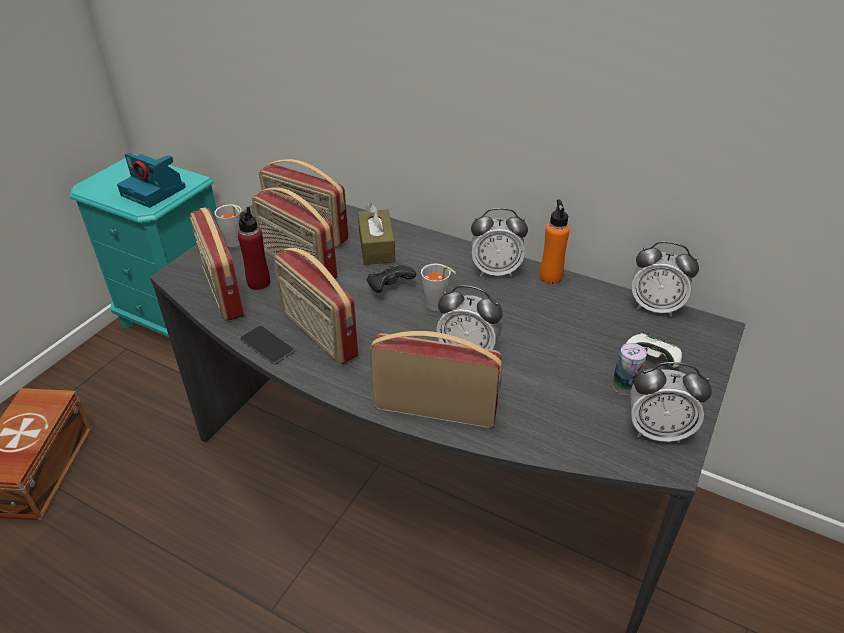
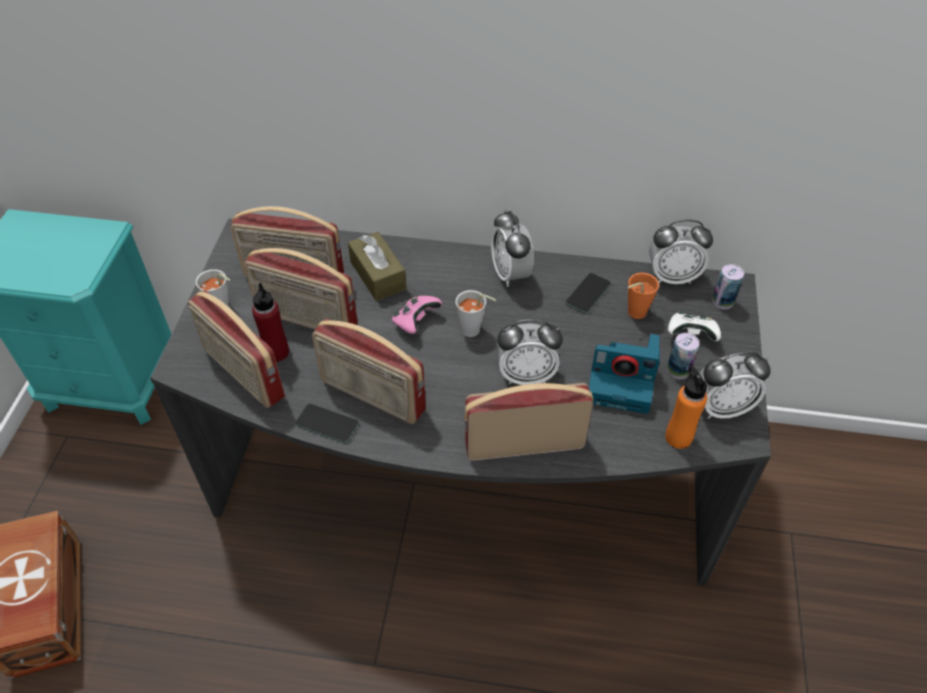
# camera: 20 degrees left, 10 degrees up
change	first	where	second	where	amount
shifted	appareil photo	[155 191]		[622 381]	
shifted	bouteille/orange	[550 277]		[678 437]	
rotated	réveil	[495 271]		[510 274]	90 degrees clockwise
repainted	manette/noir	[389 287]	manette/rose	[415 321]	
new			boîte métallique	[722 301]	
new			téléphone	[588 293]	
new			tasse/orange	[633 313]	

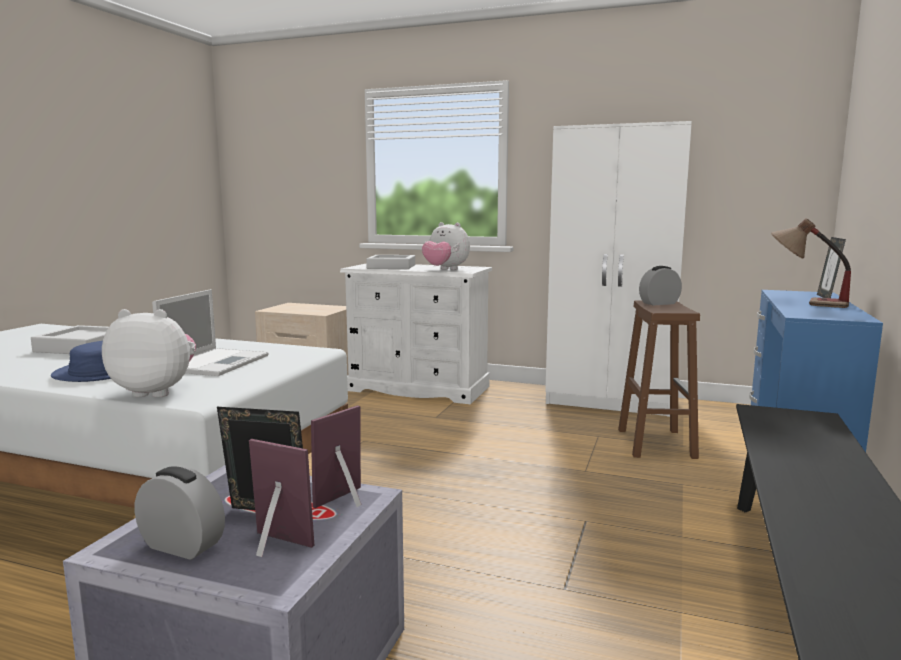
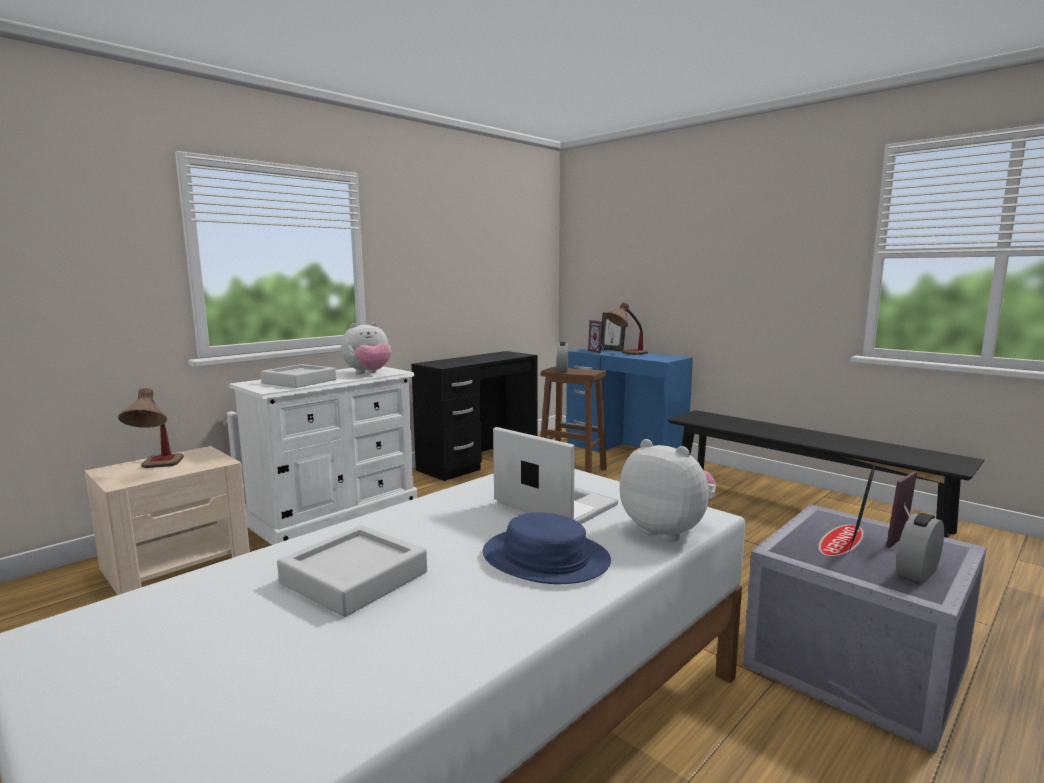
# camera: 65 degrees left, 0 degrees up
change	first	where	second	where	amount
swapped	armoire/blanc	[611 401]	bureau/noir	[479 461]	
rotated	peluche	[156 392]		[667 530]	105 degrees clockwise
shifted	cadre photo	[347 501]		[598 351]	
new			lampe de table	[157 468]	

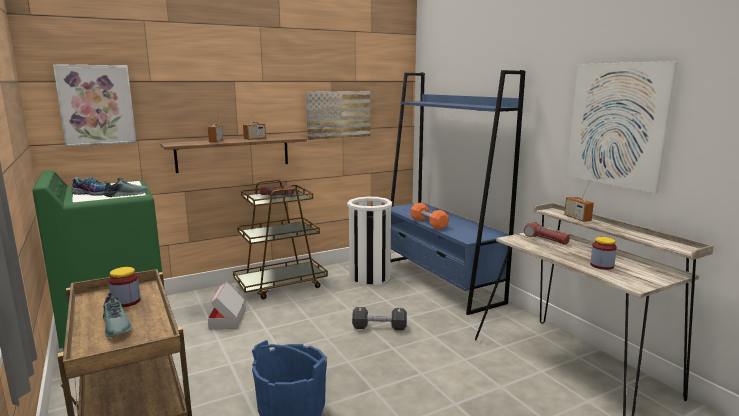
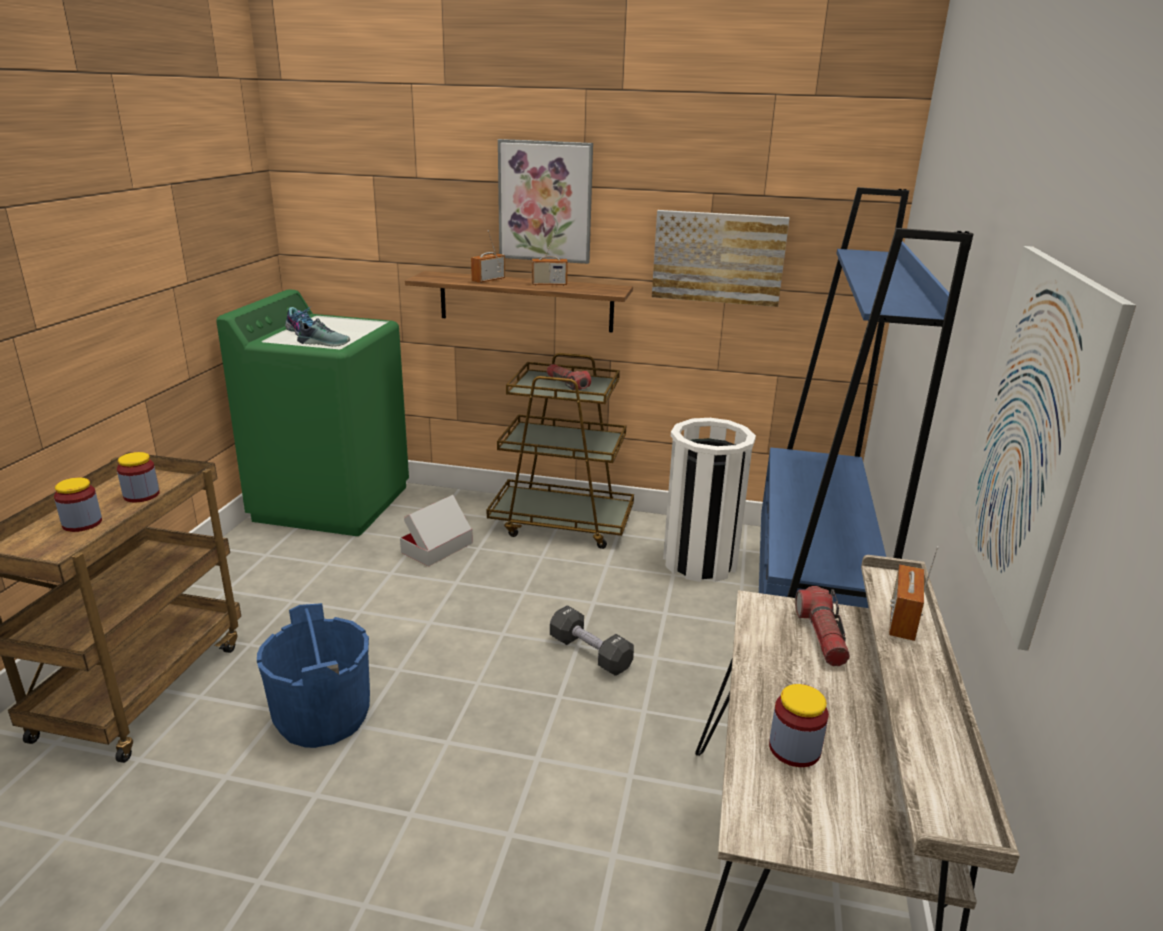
# camera: 40 degrees right, 10 degrees up
change	first	where	second	where	amount
shifted	tableau	[96 105]		[545 201]	
gone	haltère/orange	[428 223]			
swapped	chaussure	[117 326]	bocal	[82 523]	

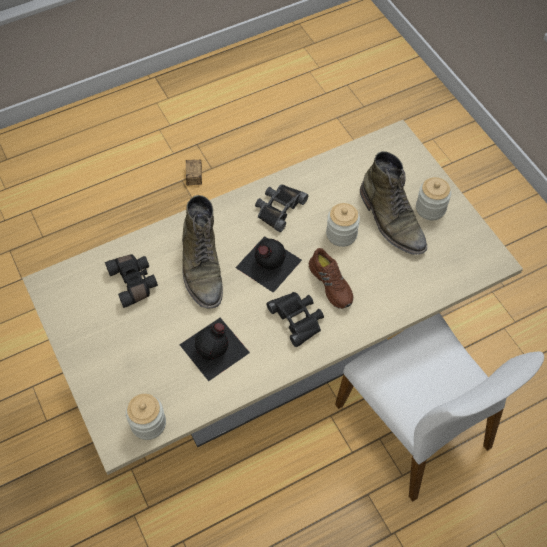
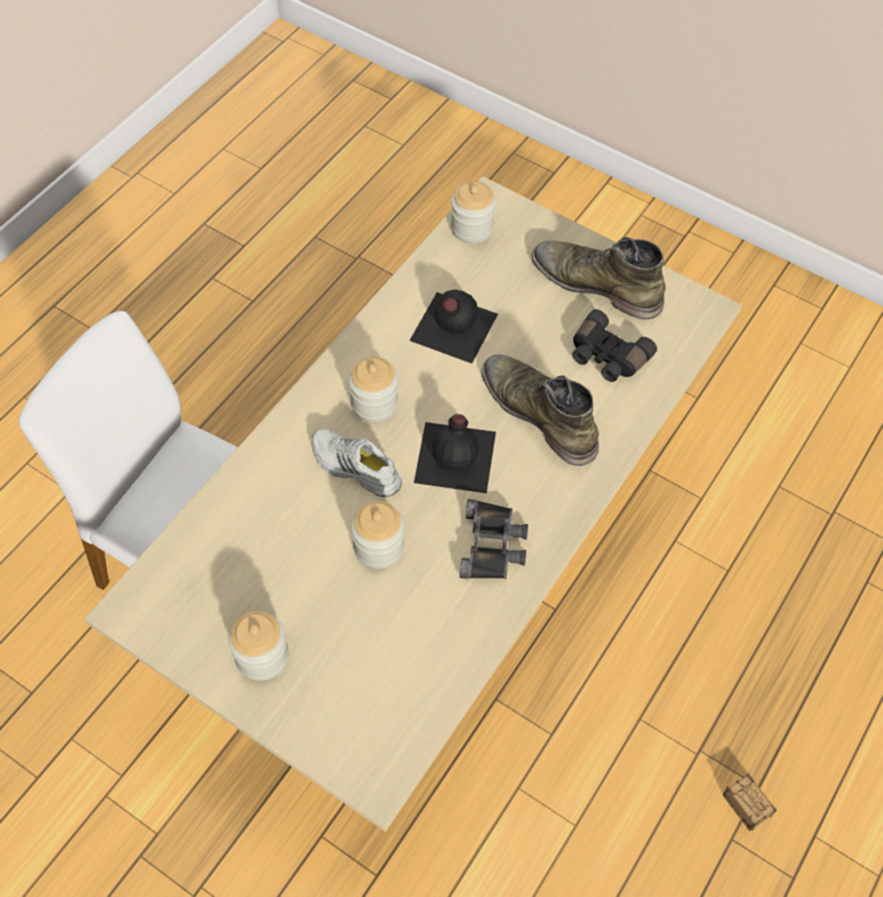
# camera: 150 degrees right, 0 degrees up
change	first	where	second	where	amount
shifted	botte/vert	[391 220]		[596 284]	
repainted	chaussure/marron	[331 283]	chaussure/blanc	[354 468]	
swapped	jumelles/noir	[297 318]	bocal	[374 403]	

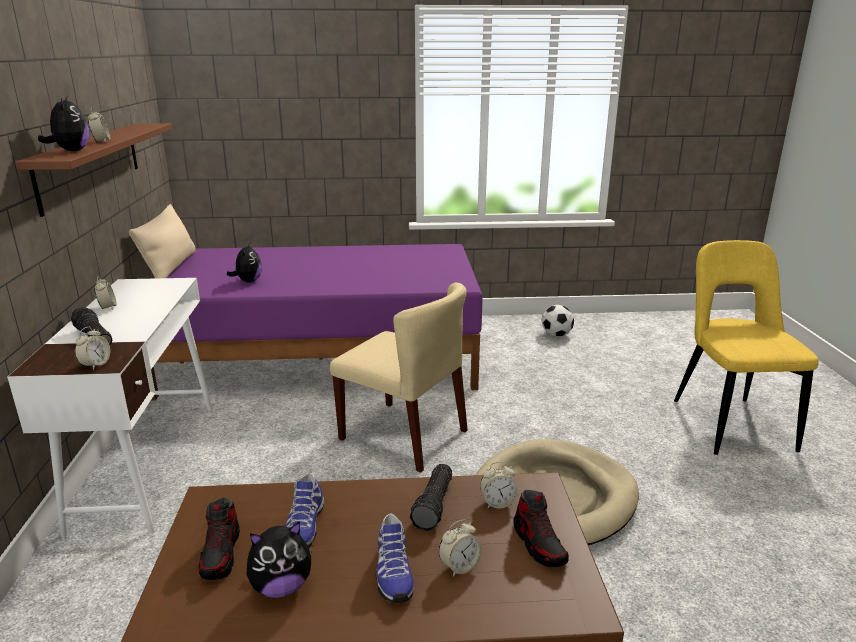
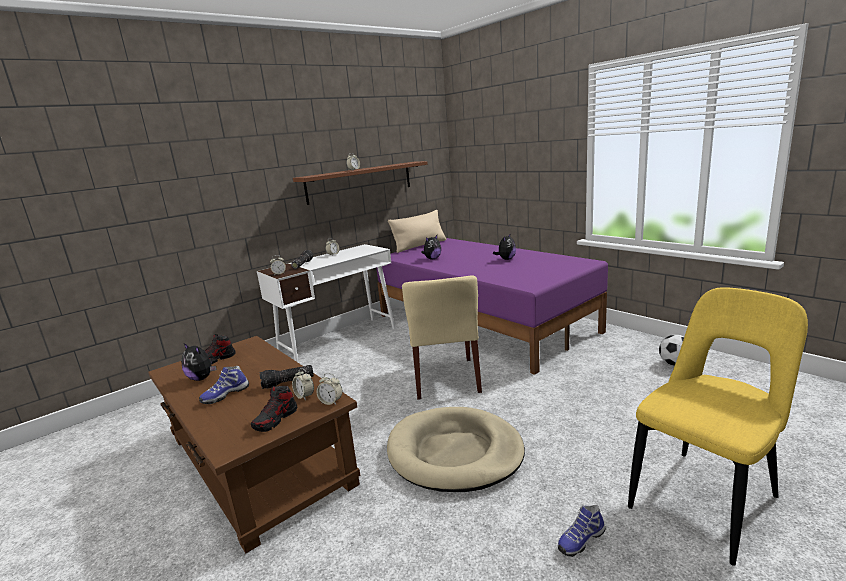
# camera: 55 degrees right, 5 degrees down
change	first	where	second	where	amount
shifted	peluche	[71 151]		[506 259]	
shifted	chaussure	[304 526]		[580 540]	
shifted	réveil	[459 566]		[331 402]	

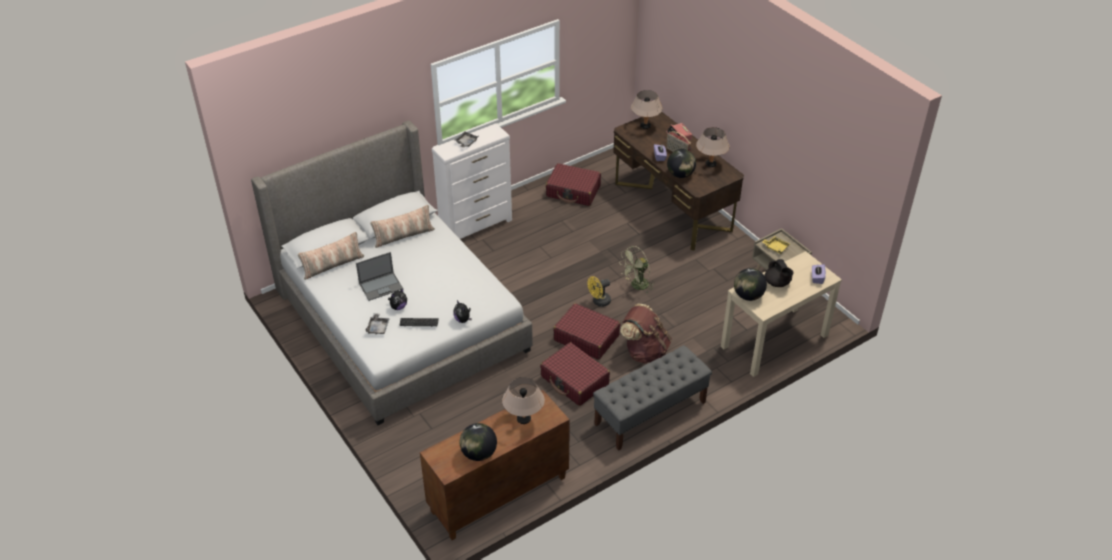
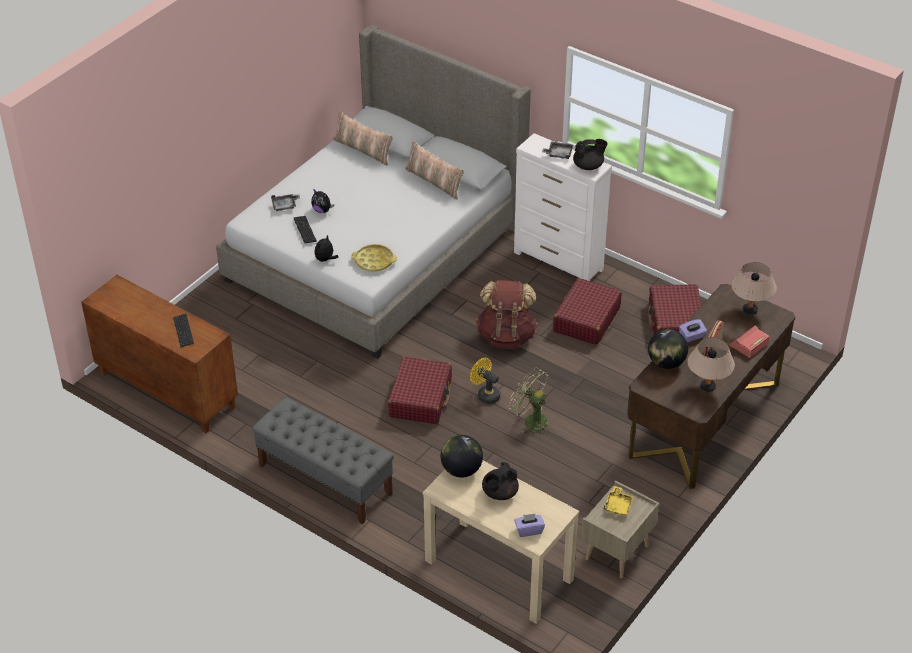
# camera: 70 degrees right, 0 degrees up
change	first	where	second	where	amount
gone	ordinateur portable	[381 286]			
shifted	sac à dos/marron	[644 351]		[506 336]	
shifted	valise/rouge	[574 381]		[586 319]	
swapped	lampe de table/beige	[524 419]	clavier	[183 331]	
gone	globe	[479 453]			
new			théière/noir	[588 166]	
new			plateau/jaune	[374 261]	

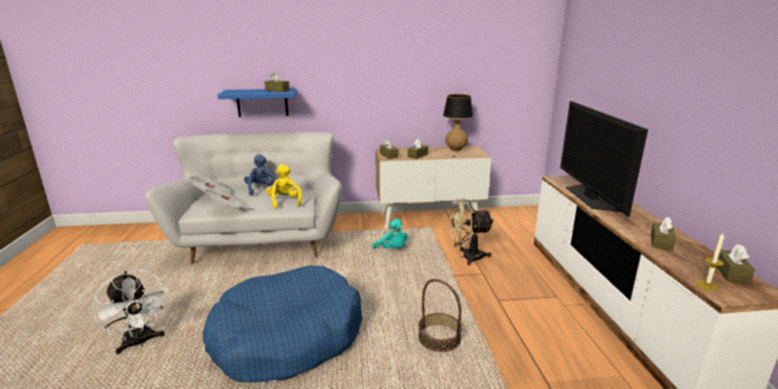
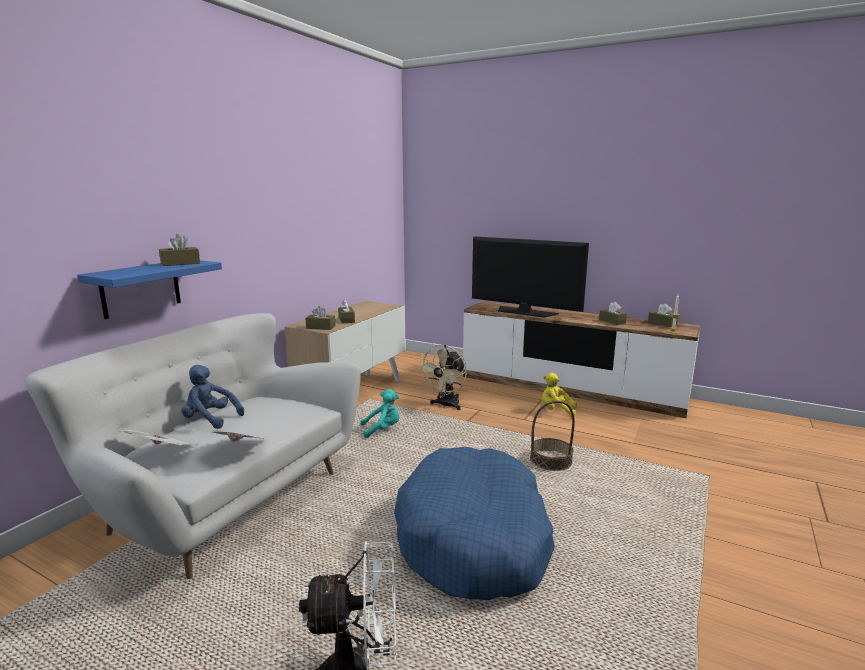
# camera: 55 degrees left, 5 degrees down
change	first	where	second	where	amount
gone	lampe de table	[452 150]			
shifted	peluche/jaune	[285 202]		[556 411]	

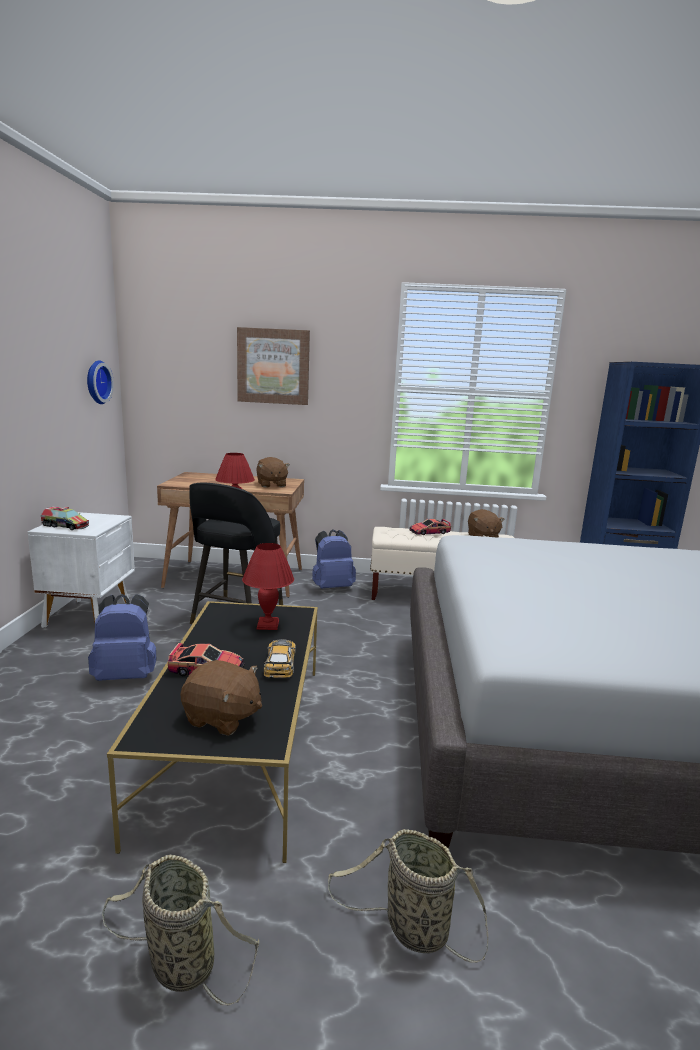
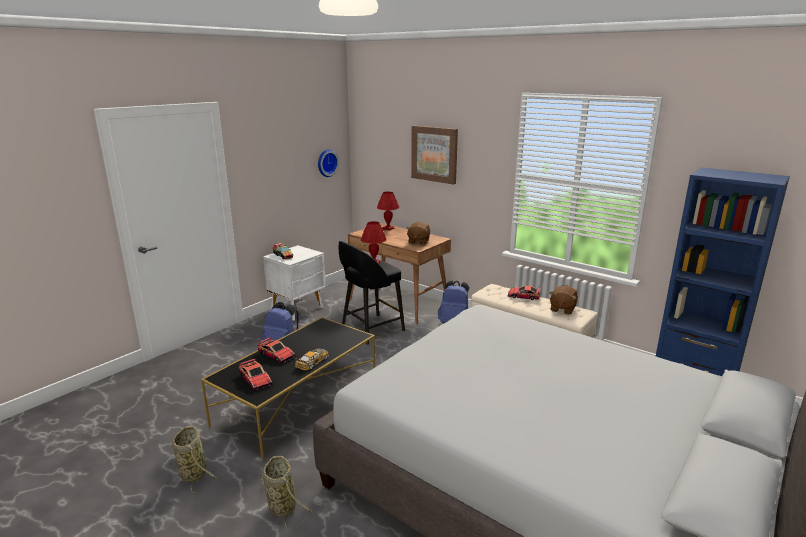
# camera: 35 degrees right, 5 degrees up
change	first	where	second	where	amount
shifted	lampe de table/rouge	[268 625]		[388 228]	
swapped	peluche/marron	[222 718]	petite voiture	[255 379]	

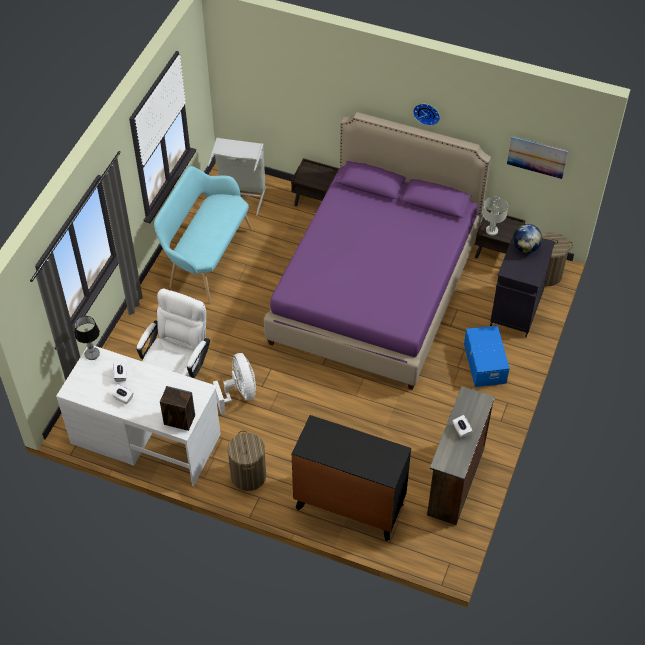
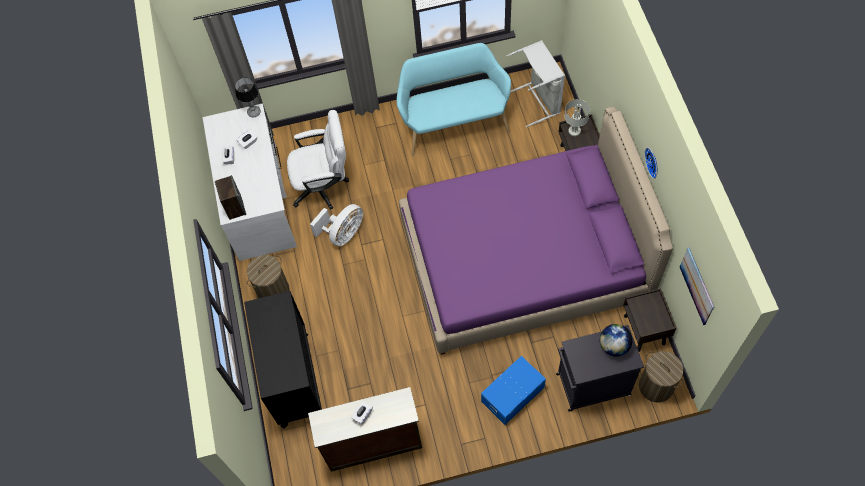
# camera: 60 degrees right, 10 degrees up
change	first	where	second	where	amount
shifted	lampe de table/gris	[491 231]		[574 131]	

